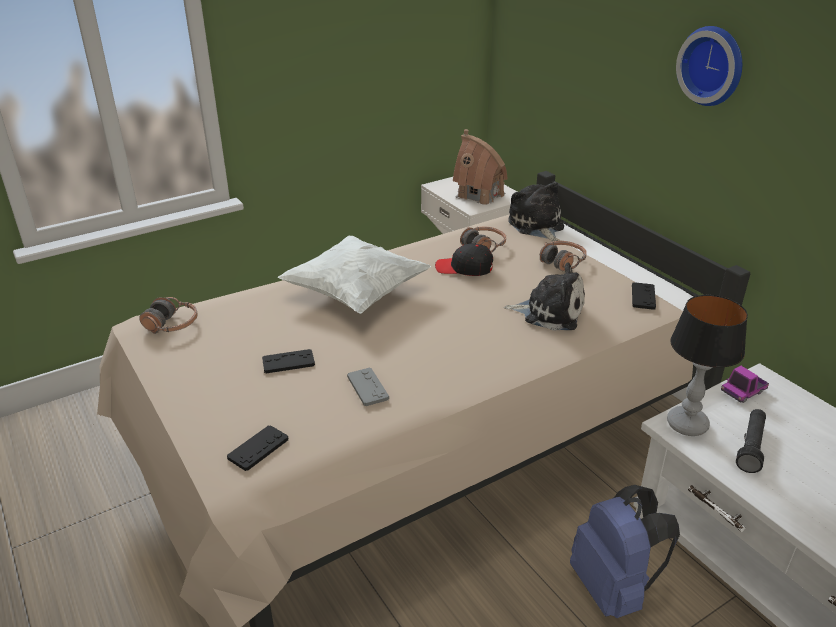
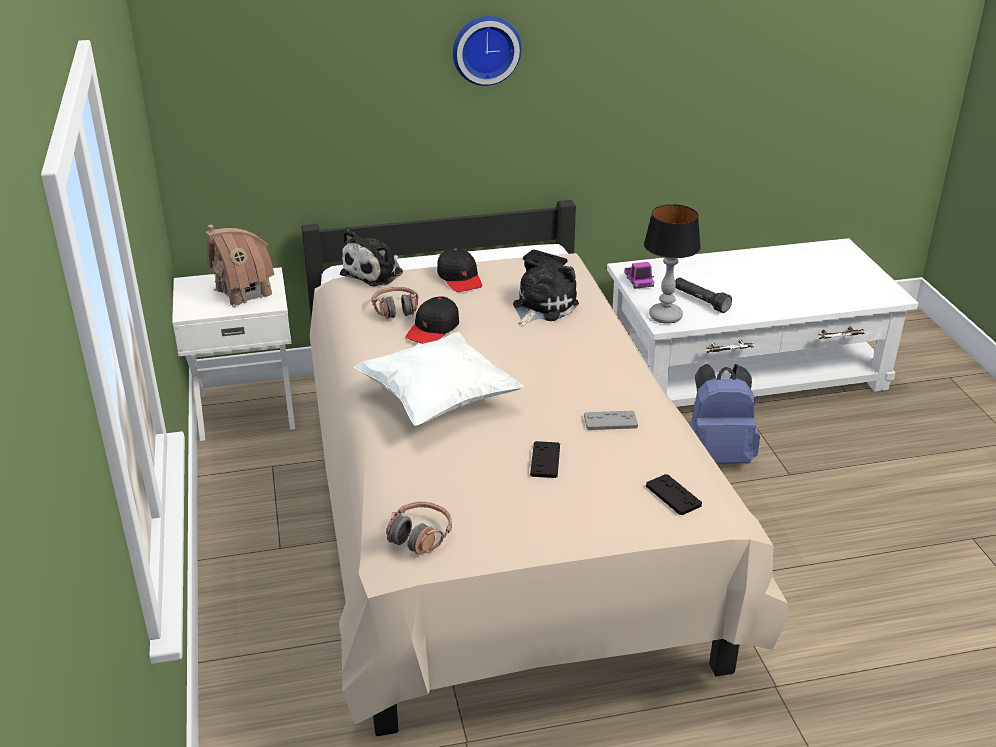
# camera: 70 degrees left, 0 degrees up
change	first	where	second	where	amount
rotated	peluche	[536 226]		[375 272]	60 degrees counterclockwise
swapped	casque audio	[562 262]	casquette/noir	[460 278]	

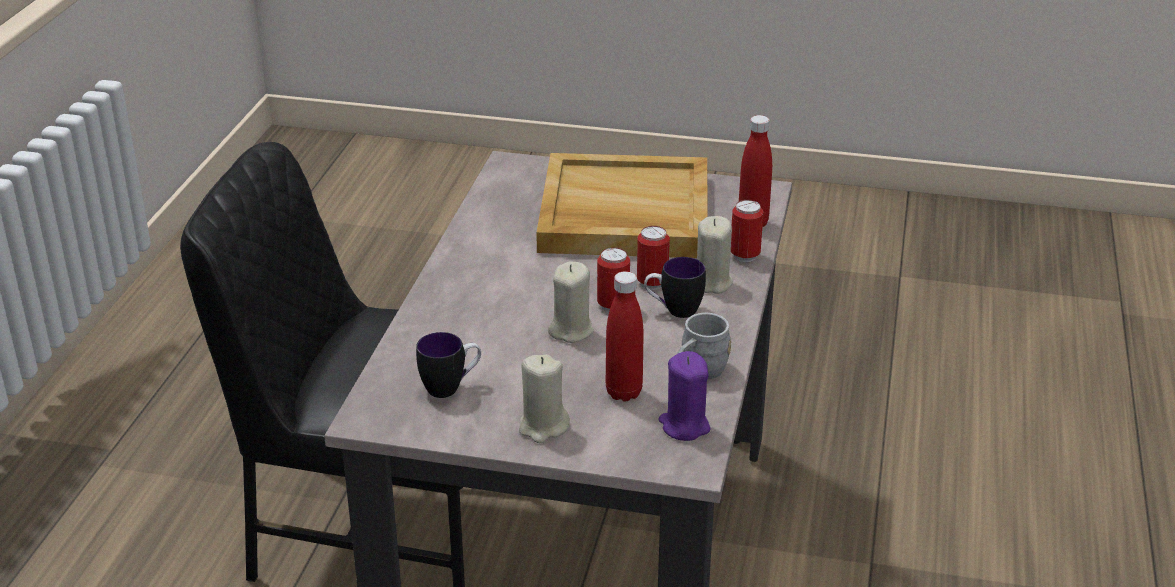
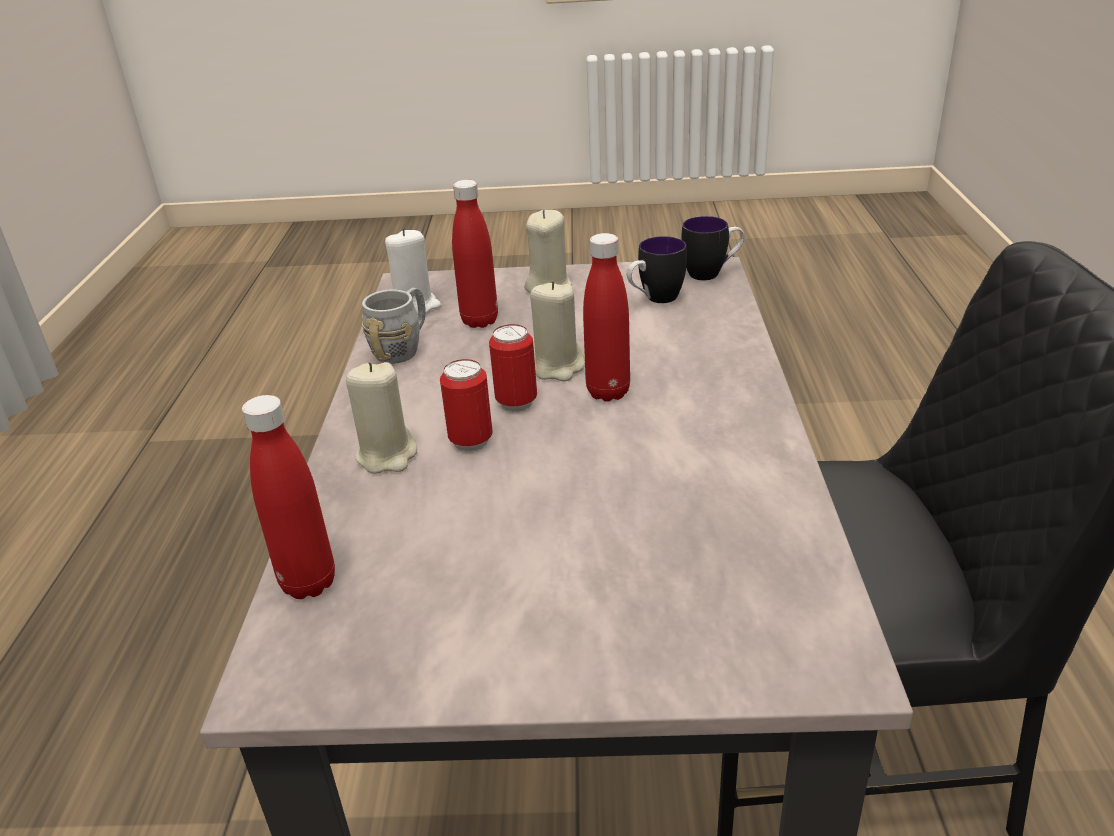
# camera: 170 degrees right, 0 degrees up
change	first	where	second	where	amount
gone	plateau/beige	[623 214]			
gone	boîte métallique	[745 256]			
shifted	mug	[673 311]		[712 273]	
repainted	bougie/violet	[684 426]	bougie/blanc	[415 305]	
new			bouteille/rouge	[608 392]	

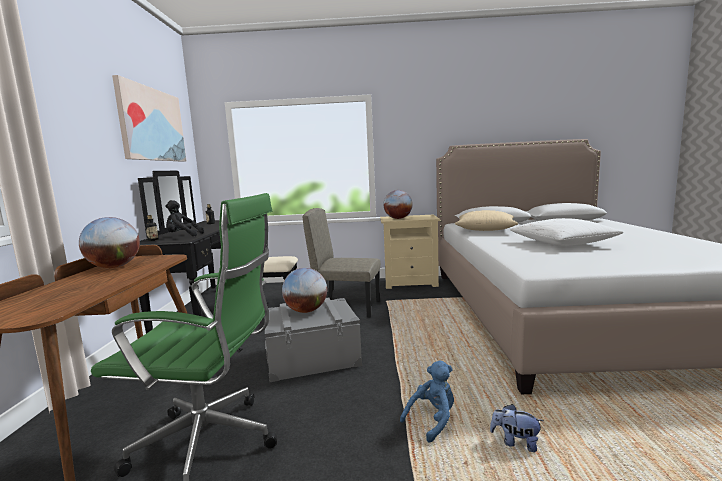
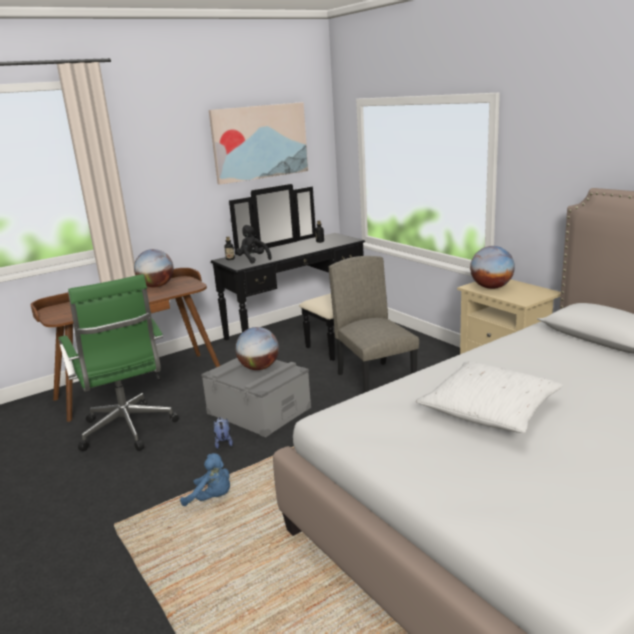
# camera: 55 degrees right, 10 degrees up
change	first	where	second	where	amount
gone	coussin/beige	[485 229]			
shifted	peluche	[515 442]		[223 442]	

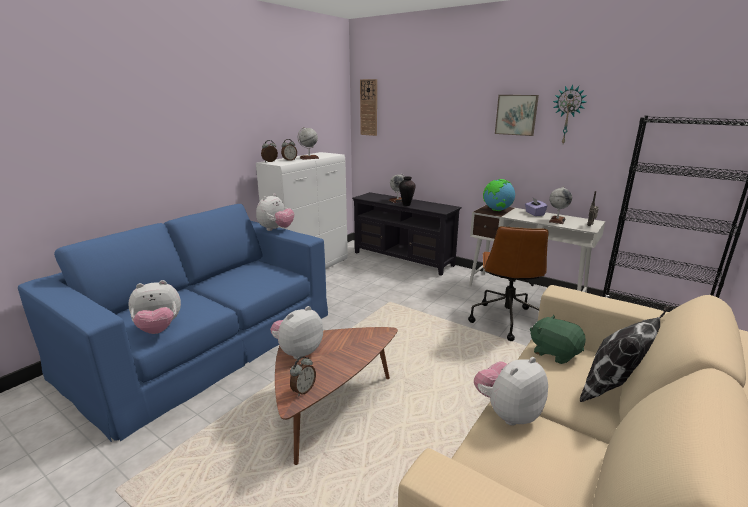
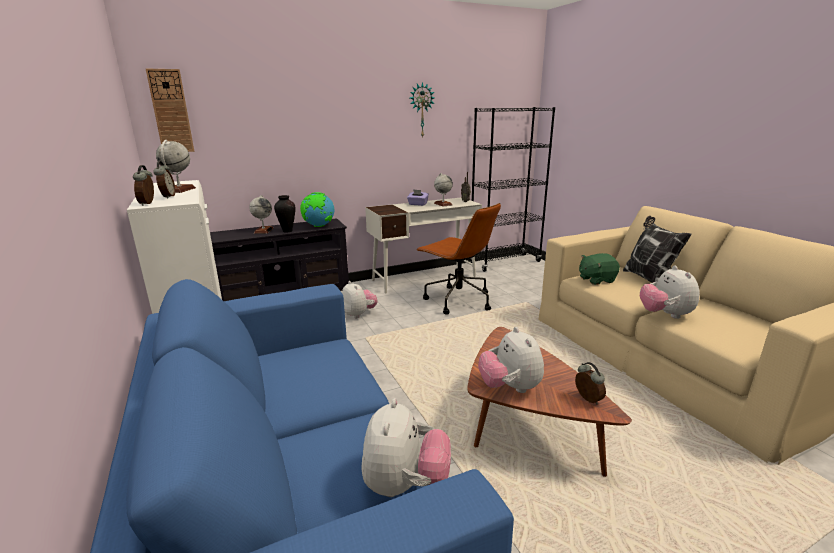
# camera: 60 degrees left, 0 degrees up
change	first	where	second	where	amount
gone	tableau	[516 115]			
shifted	globe	[497 210]		[319 226]	
shifted	peluche	[276 229]		[359 314]	

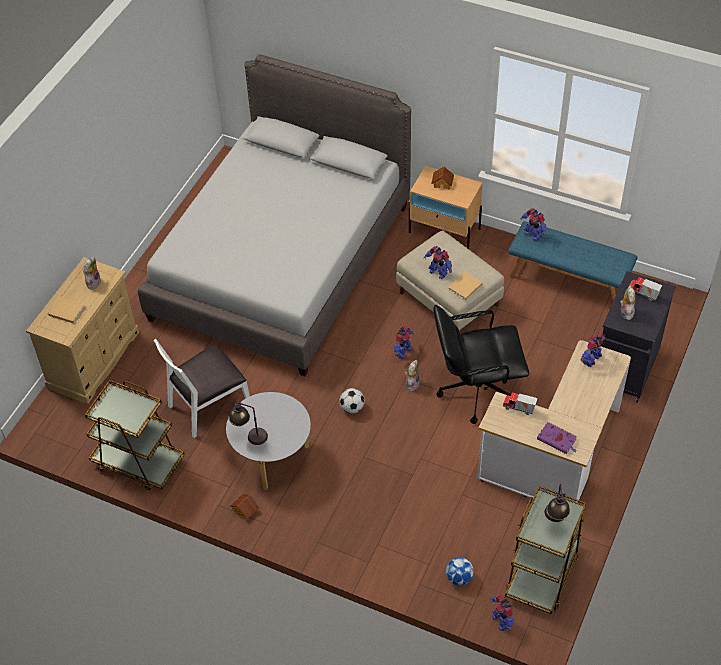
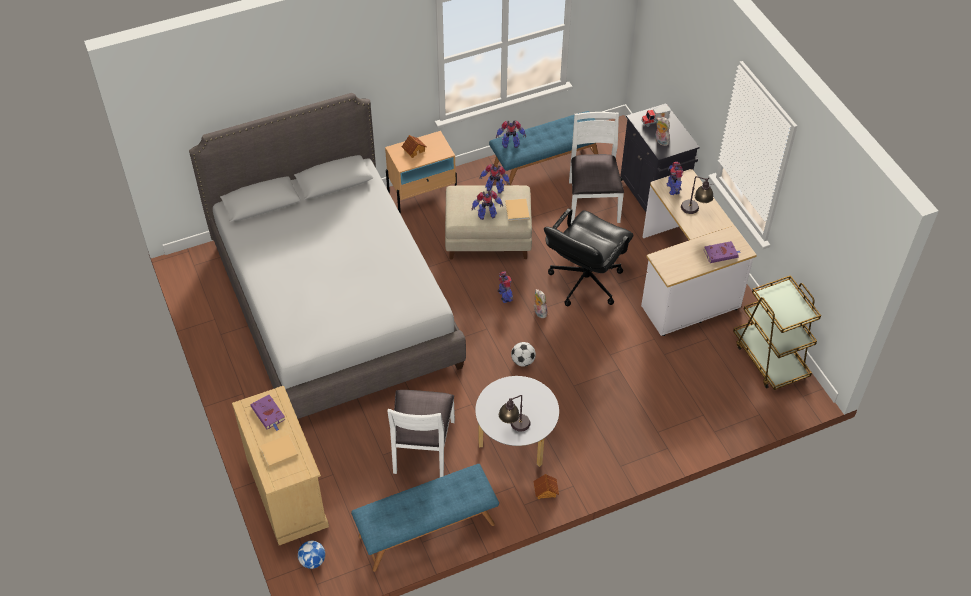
# camera: 50 degrees left, 0 degrees up
change	first	where	second	where	amount
swapped	peluche	[93 282]	livre/violet	[269 414]	
swapped	chariot/marron	[138 462]	banc/bleu	[427 531]	
gone	camion jouet	[519 409]			
shifted	lampe de table	[555 520]		[695 211]	
shifted	ballon de foot	[459 578]		[312 561]	
shifted	robot jouet	[501 620]		[494 188]	
new			chaise/blanc	[592 201]	

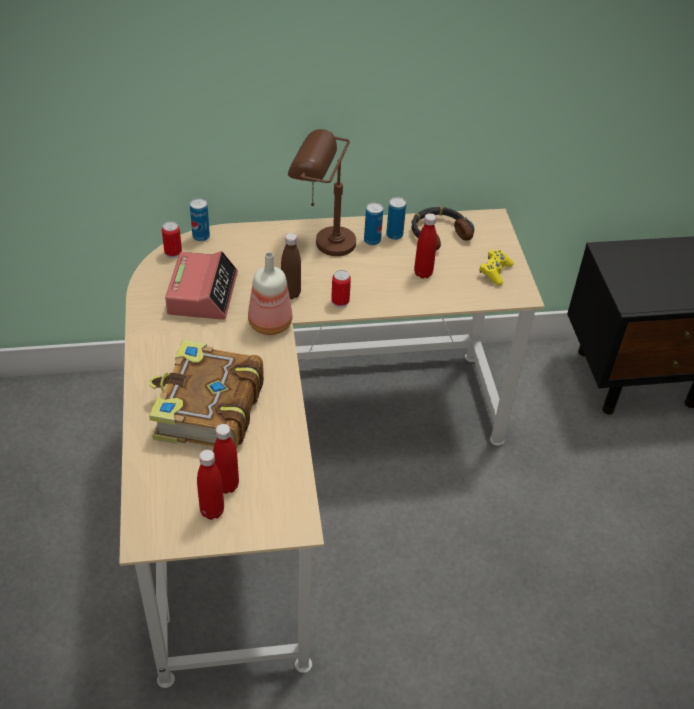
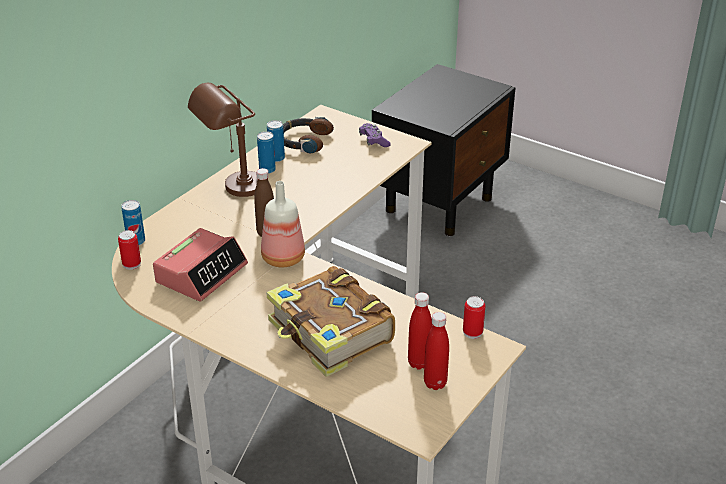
# camera: 45 degrees left, 10 degrees down
change	first	where	second	where	amount
gone	bouteille/rouge	[423 273]			
repainted	manette/jaune	[495 272]	manette/violet	[374 141]	
rotated	réveil	[202 293]		[201 273]	75 degrees clockwise
shifted	boîte métallique	[340 301]		[472 332]	

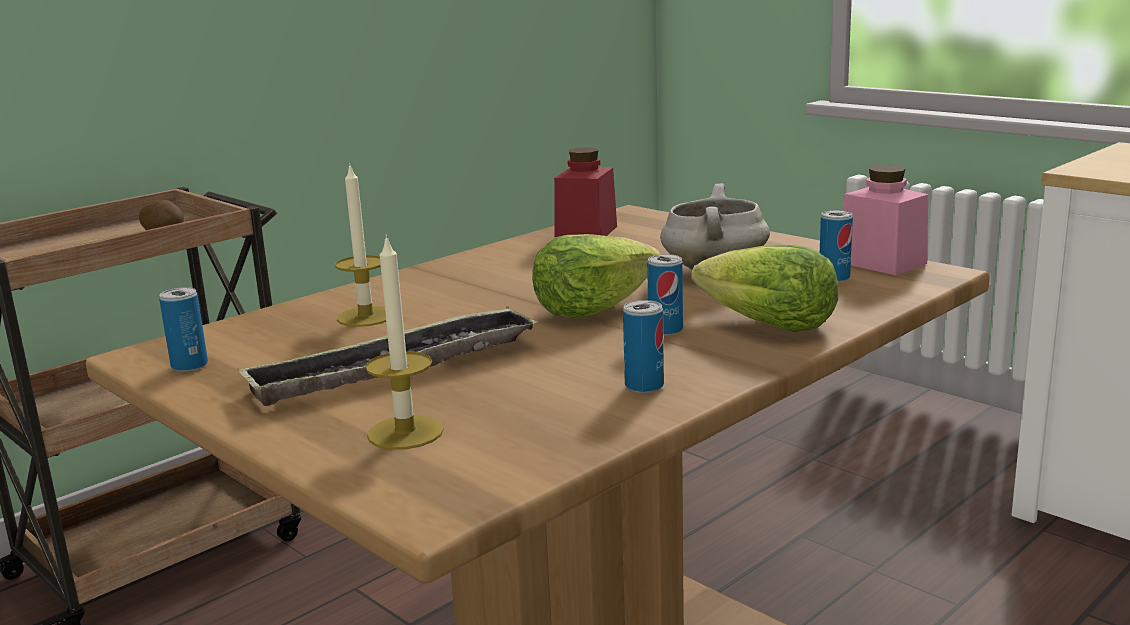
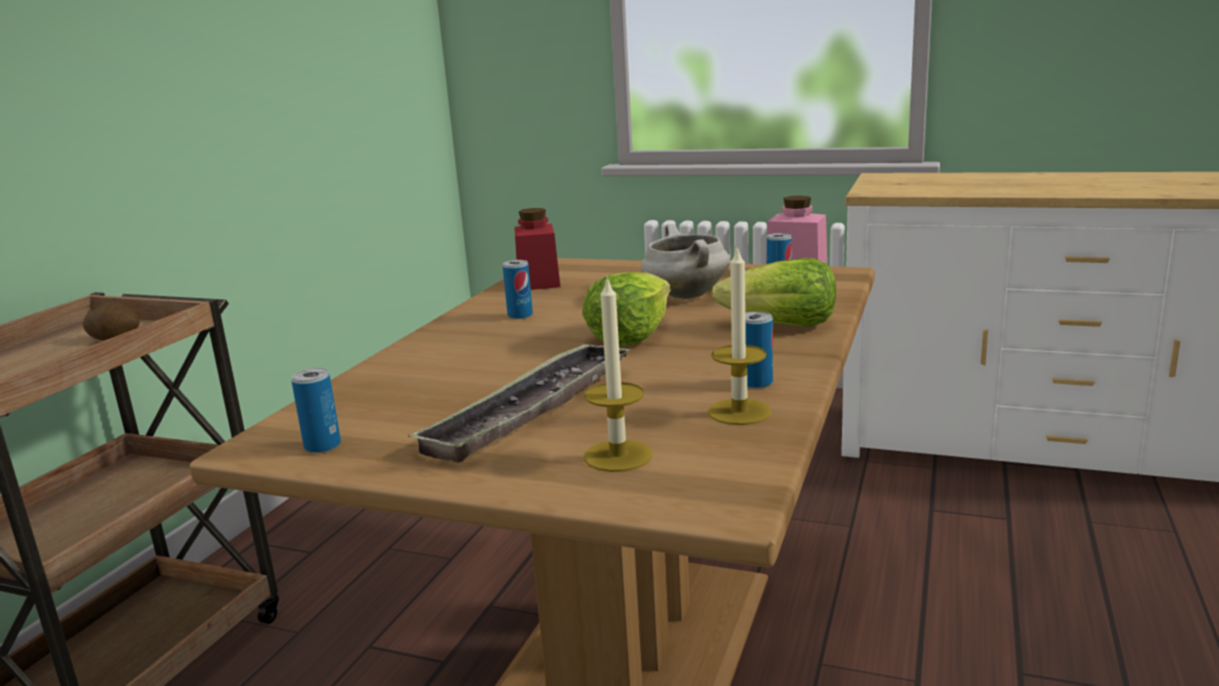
# camera: 25 degrees left, 0 degrees up
change	first	where	second	where	amount
shifted	bougie	[366 316]		[739 412]	
shifted	boîte métallique	[665 330]		[520 315]	

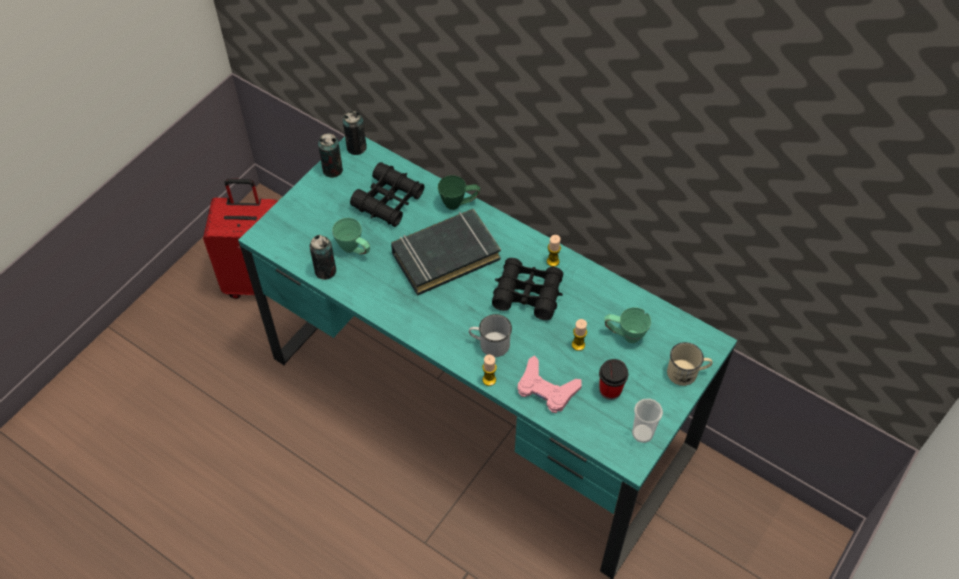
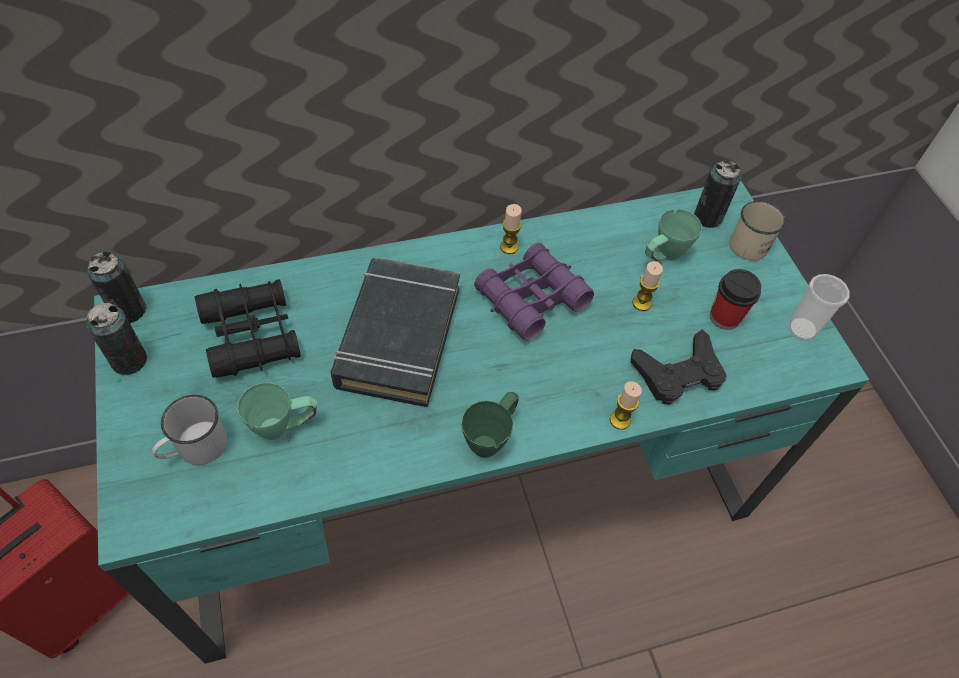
# camera: 55 degrees left, 0 degrees up
change	first	where	second	where	amount
shifted	mug/vert	[459 204]		[491 438]	
shifted	boîte métallique	[325 271]		[707 217]	
repainted	jumelles/noir	[527 294]	jumelles/violet	[531 299]	
shifted	mug/blanc	[489 344]		[195 448]	
repainted	manette/rose	[546 389]	manette/noir	[678 373]	

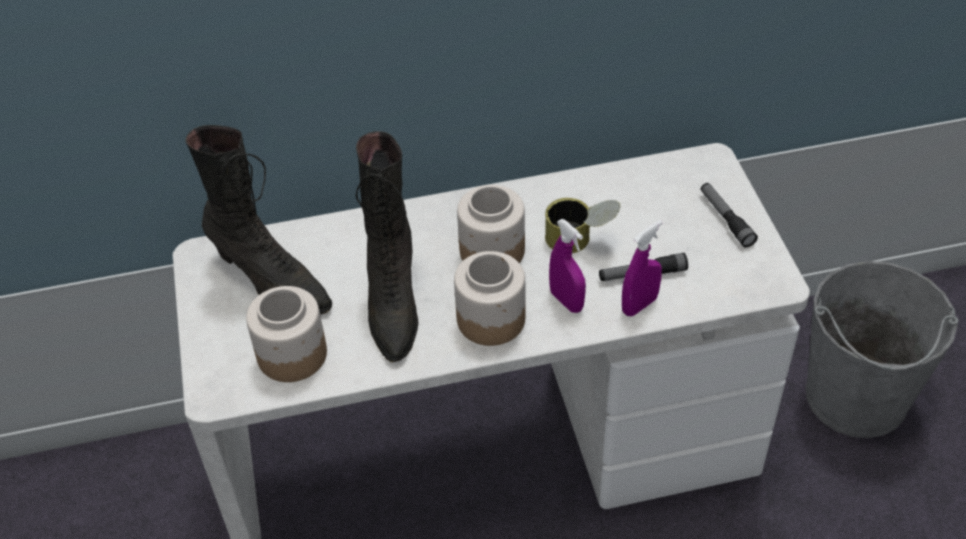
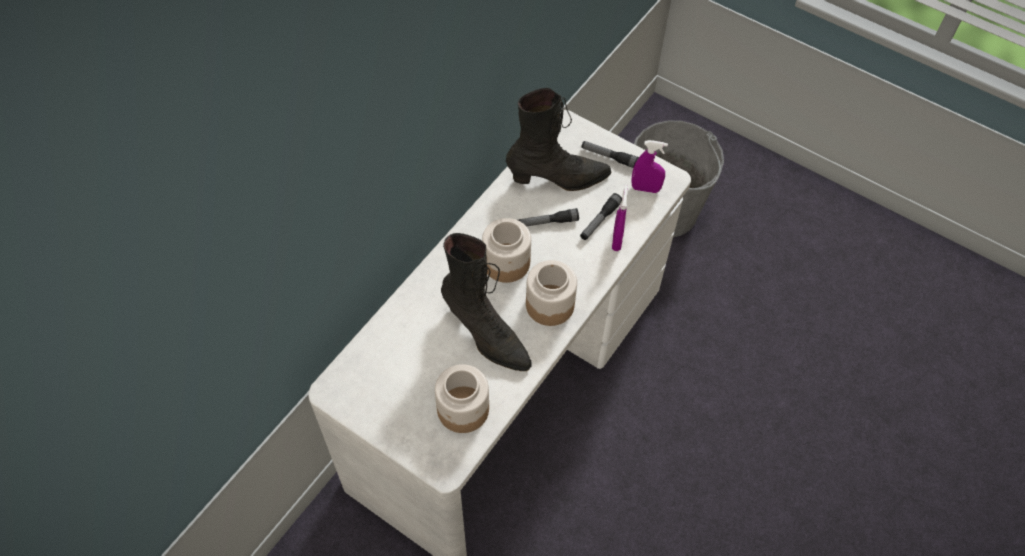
# camera: 45 degrees left, 10 degrees up
change	first	where	second	where	amount
shifted	botte/noir	[270 282]		[558 179]	
swapped	boîte métallique	[580 240]	lampe de poche	[547 222]	
shifted	vaporisateur/violet	[566 301]		[645 188]	

